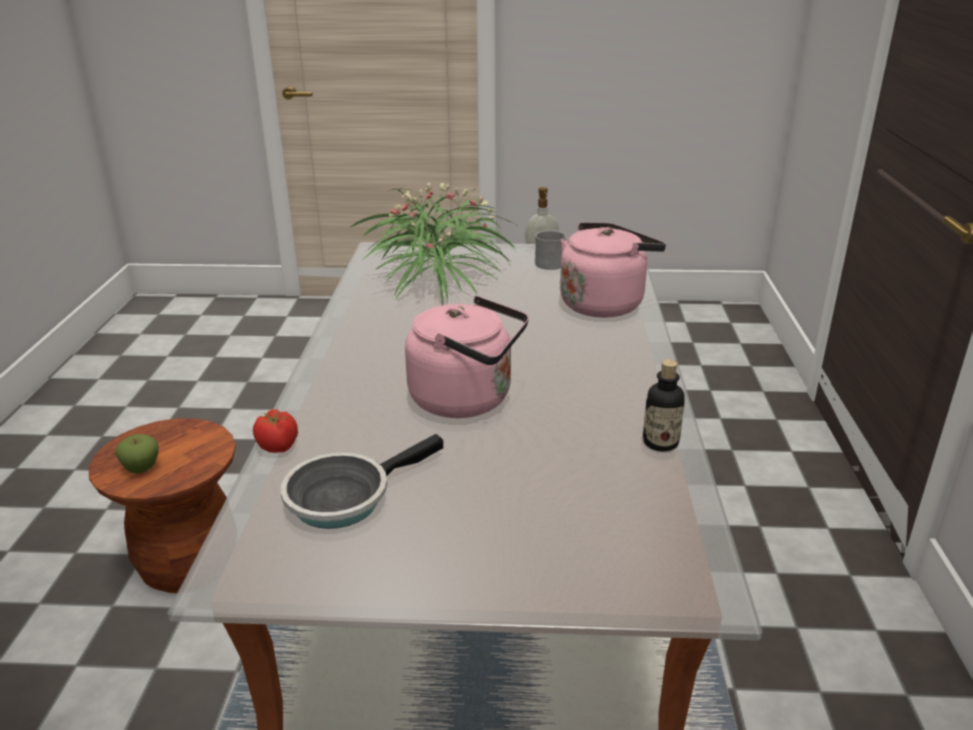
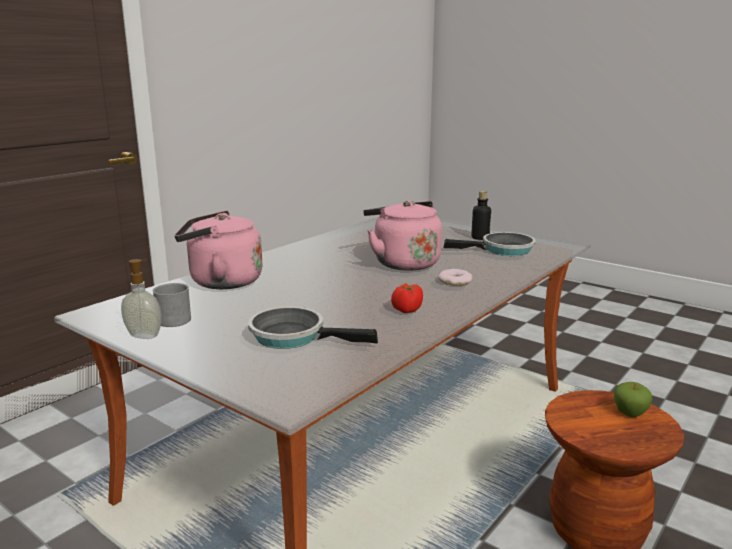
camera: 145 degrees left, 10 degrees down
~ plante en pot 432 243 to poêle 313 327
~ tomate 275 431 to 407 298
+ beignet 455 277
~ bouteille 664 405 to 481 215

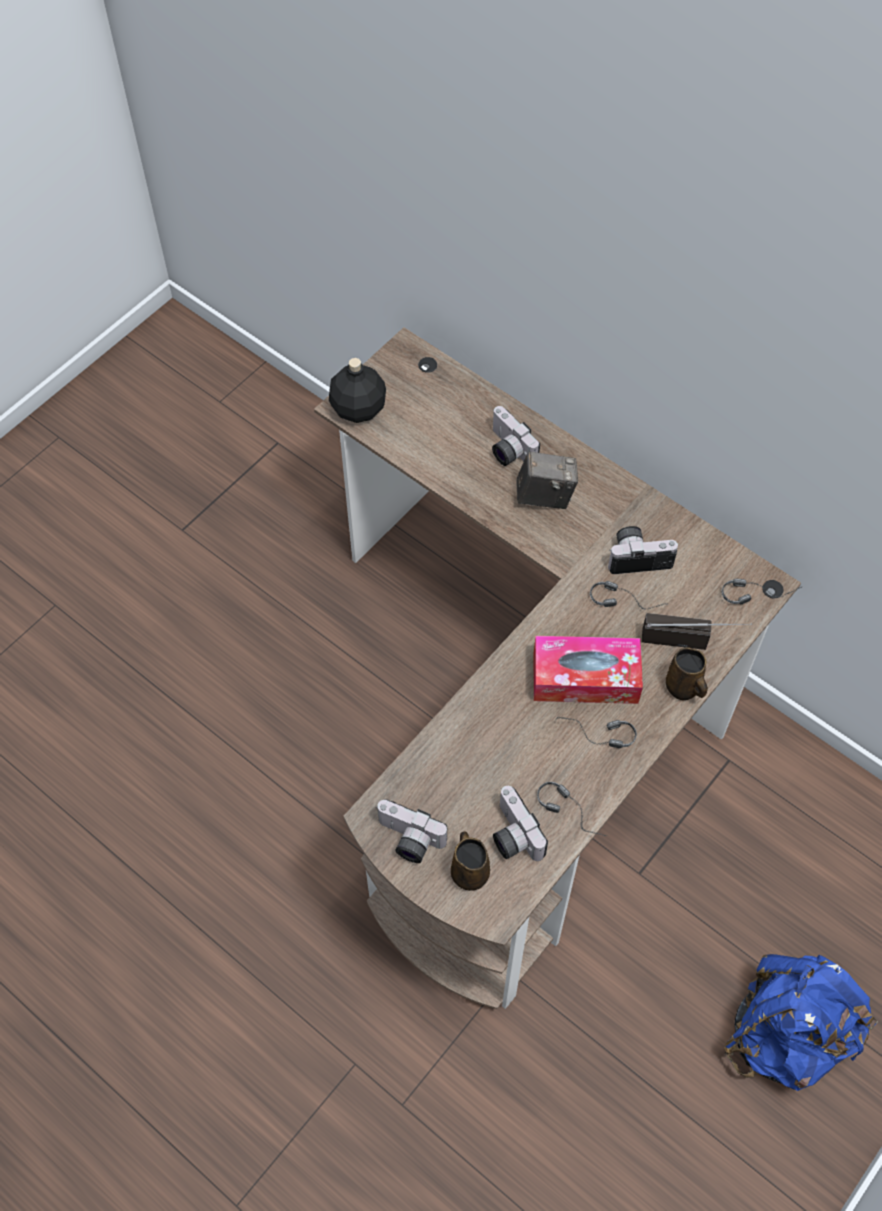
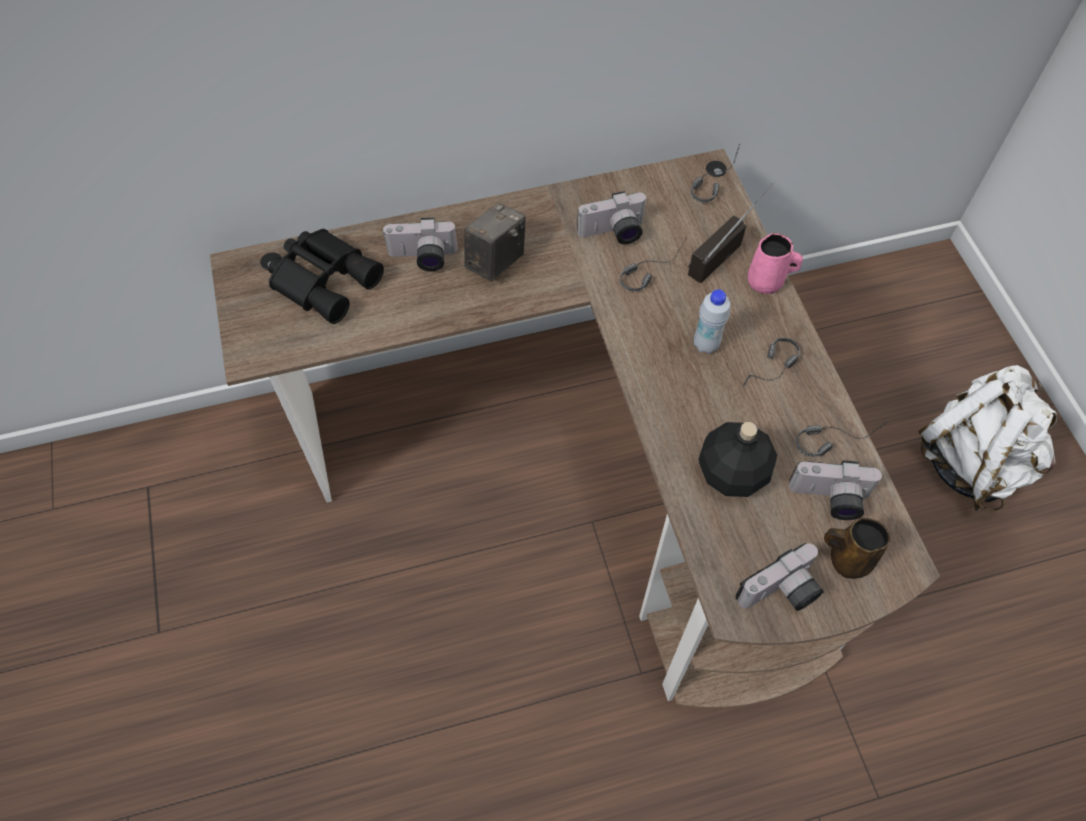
camera: 55 degrees left, 0 degrees up
+ jumelles (noir) 326 276
~ appareil photo 643 550 = 612 217 135 degrees counterclockwise
~ boîte à mouchoirs 588 670 to bouteille (blanc) 712 321
~ bouteille (noir) 357 390 to 737 459
~ mug (marron) 687 673 to mug (rose) 775 263
~ sac à dos (bleu) 801 1022 to sac à dos (blanc) 987 438

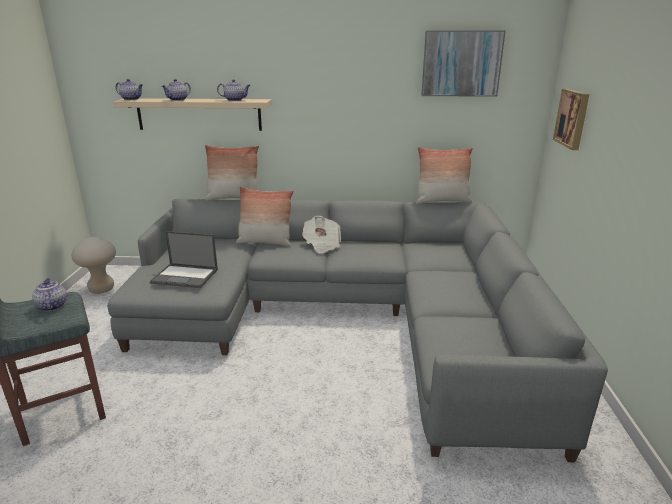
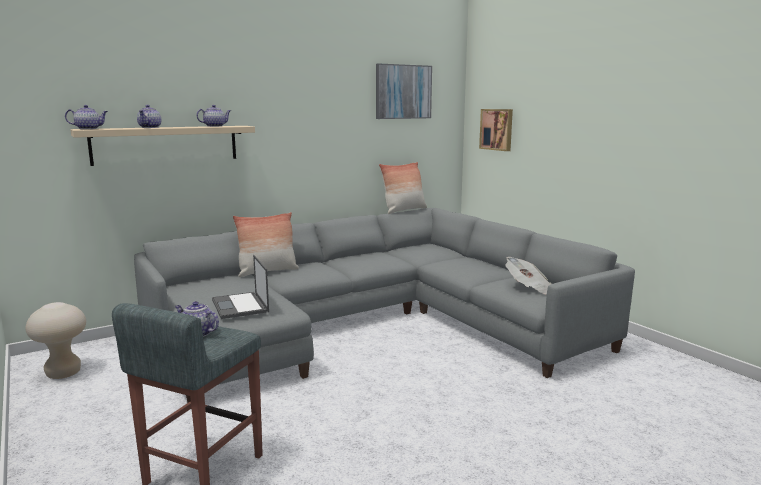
camera: 35 degrees left, 10 degrees down
~ ordinateur portable 184 259 = 240 287 90 degrees clockwise
~ journal 321 234 to 528 276
- coussin 232 173

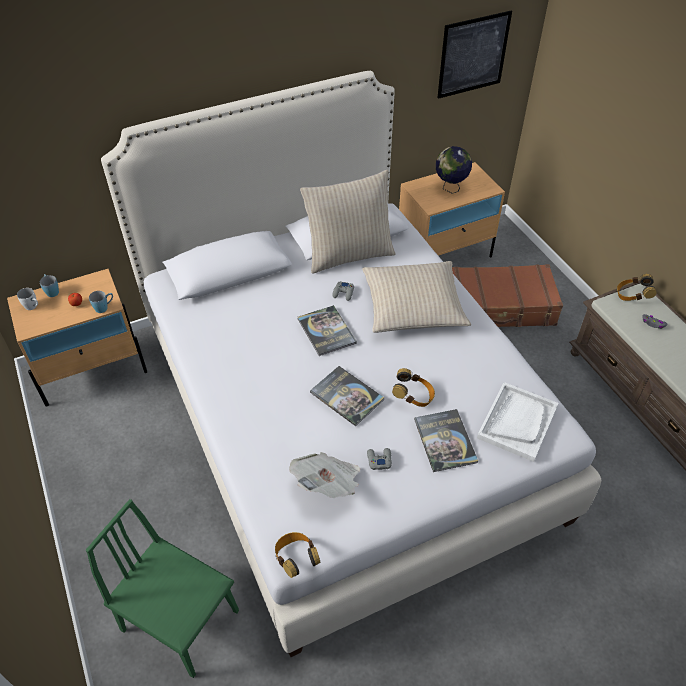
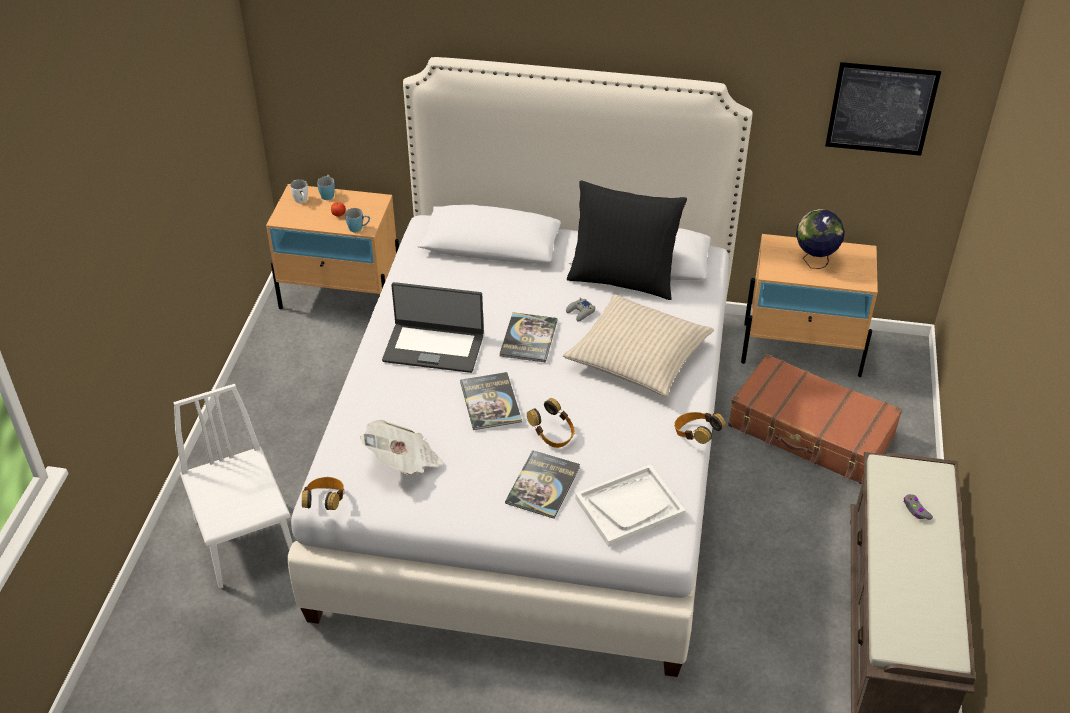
camera: 35 degrees right, 5 degrees down
~ chaise (vert) 162 588 to chaise (blanc) 233 486
+ ordinateur portable 433 327
~ coussin (beige) 348 222 to coussin (noir) 627 240
~ casque audio 637 287 to 700 428
- manette (gris) 379 459

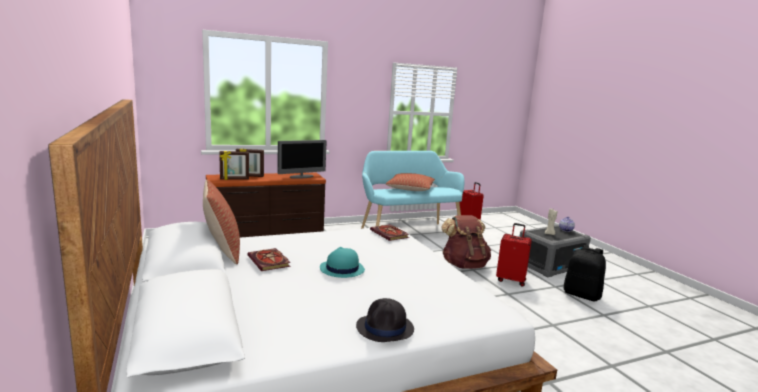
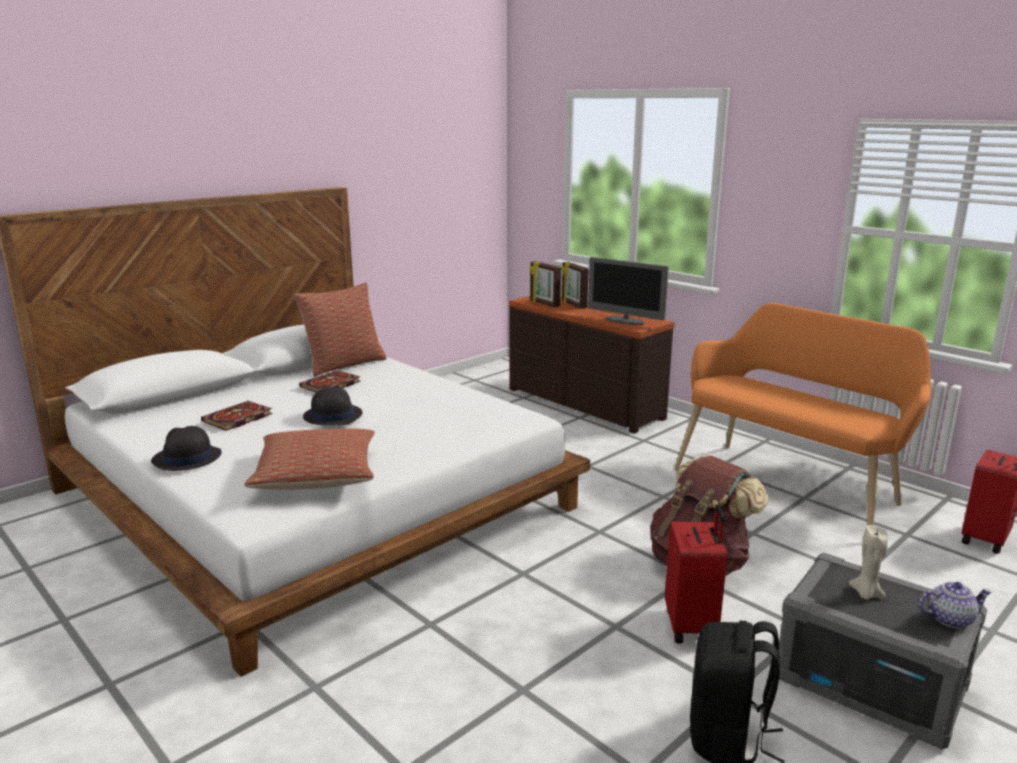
camera: 70 degrees right, 5 degrees up
~ livre 389 232 to 237 416
~ coussin 410 182 to 309 459
~ chapeau (turquoise) 342 262 to chapeau (noir) 332 406
~ banc (turquoise) 412 190 to banc (orange) 802 414

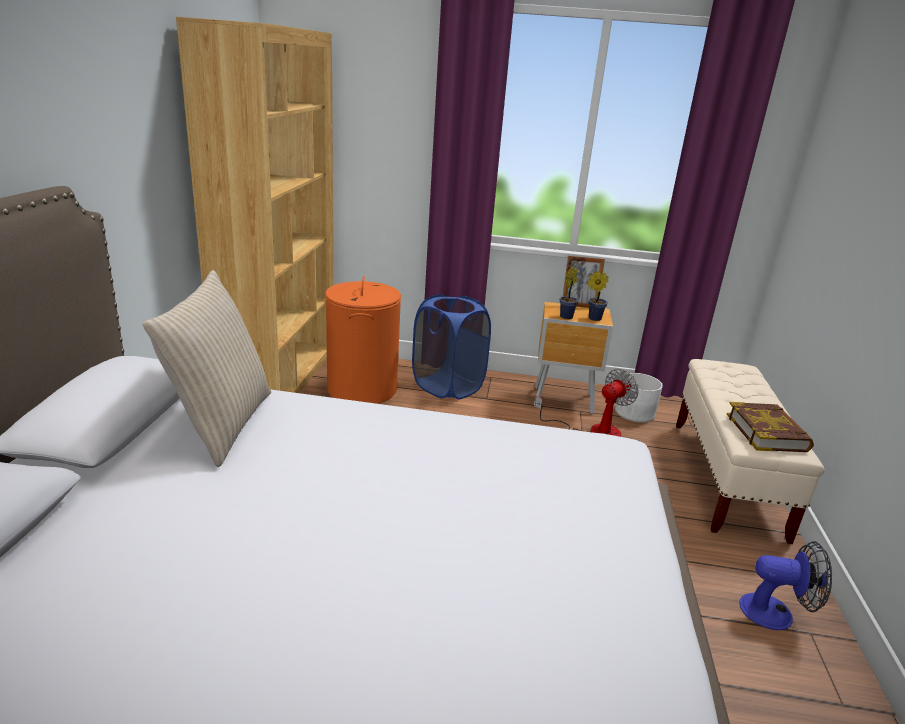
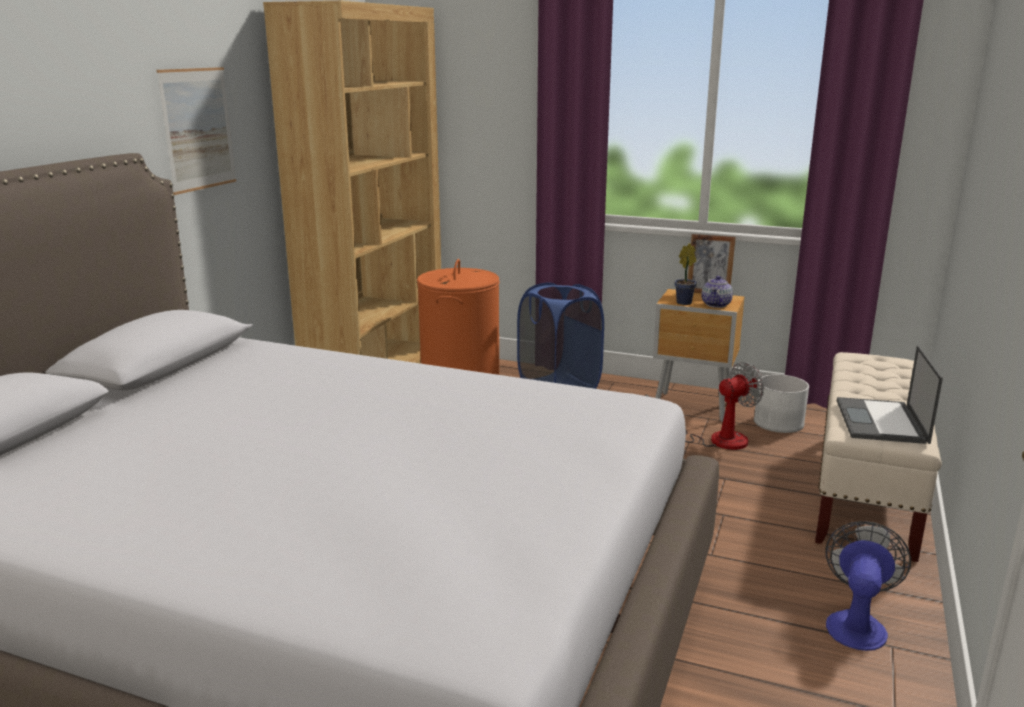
camera: 15 degrees right, 5 degrees down
+ tableau 196 131
~ plante en pot 598 296 to théière 717 292
~ ventilateur 785 585 = 868 586 90 degrees counterclockwise
~ livre 770 427 to ordinateur portable 890 394
- coussin (beige) 207 368

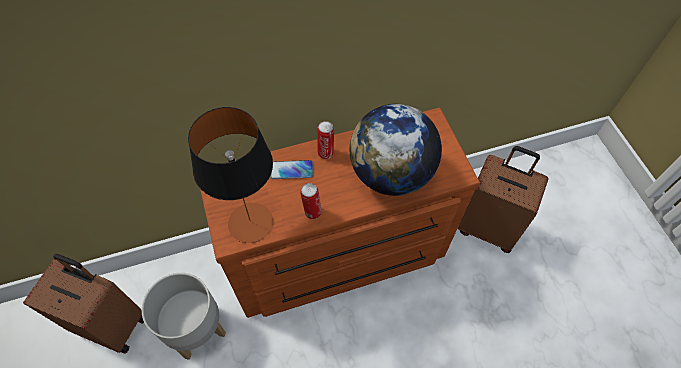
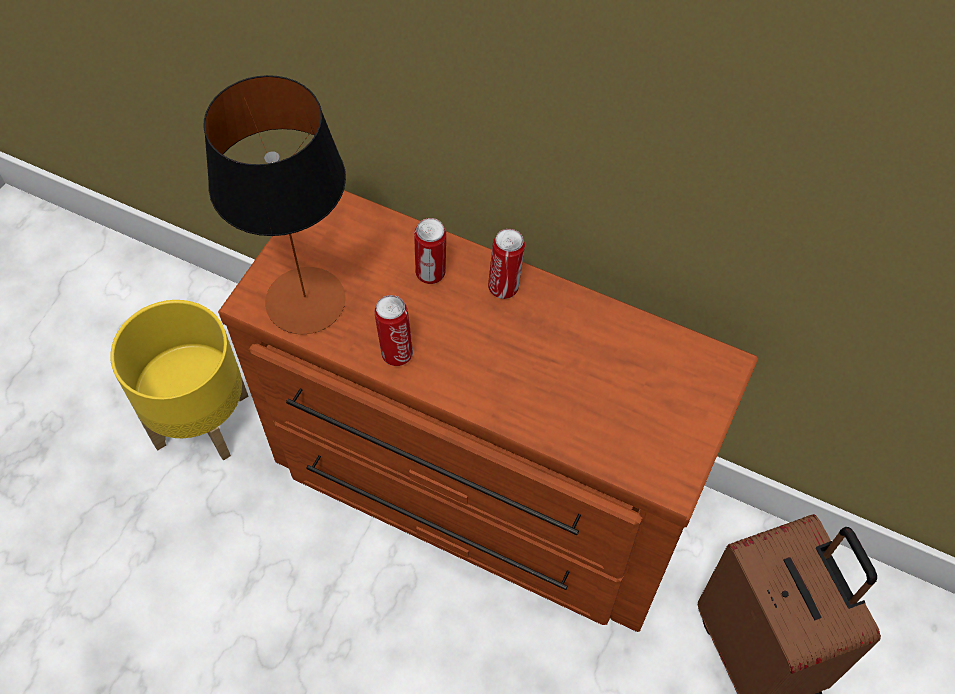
camera: 45 degrees right, 0 degrees up
~ cache-pot (gris) 184 316 to cache-pot (jaune) 179 380
~ téléphone 291 169 to boîte métallique 430 251
- valise (marron) 83 304
- globe 396 150

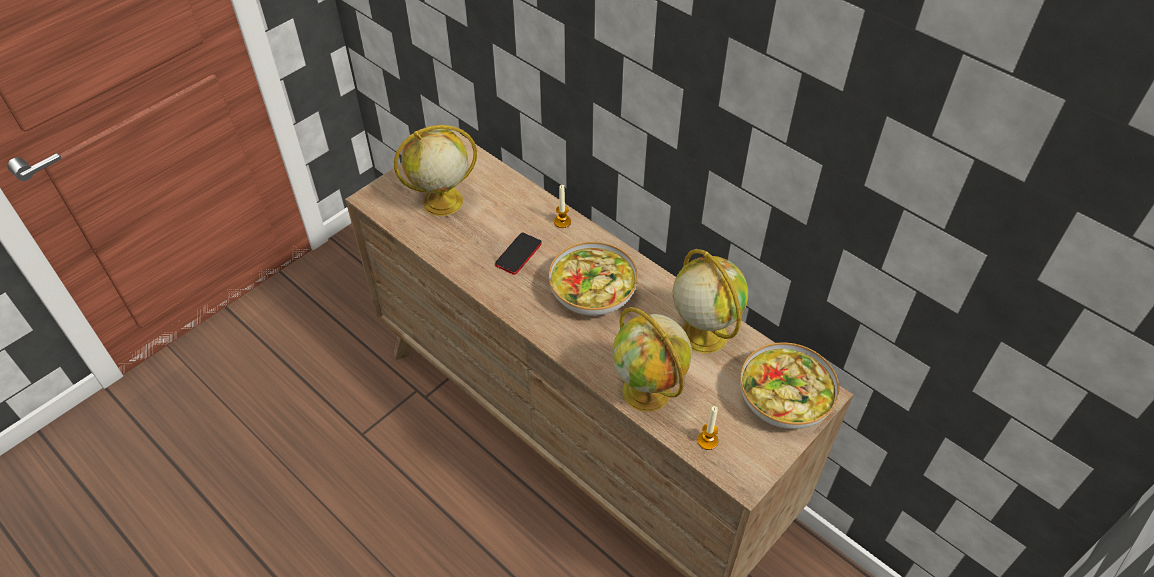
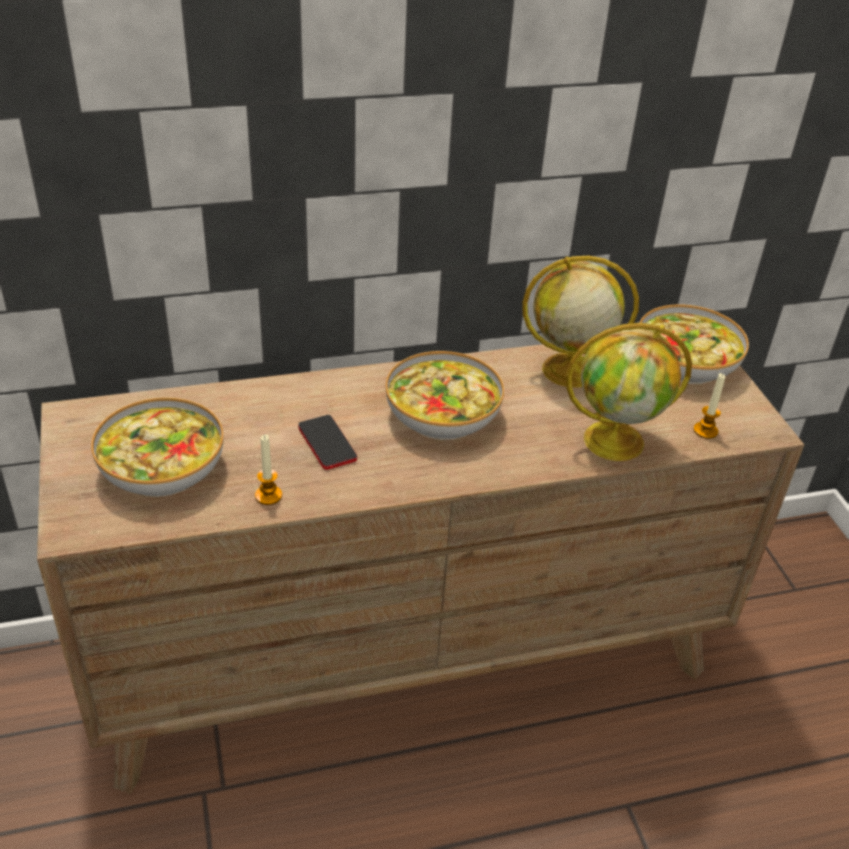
camera: 60 degrees left, 10 degrees down
~ globe 435 170 to bol 157 447
~ bougie 562 206 to 268 469

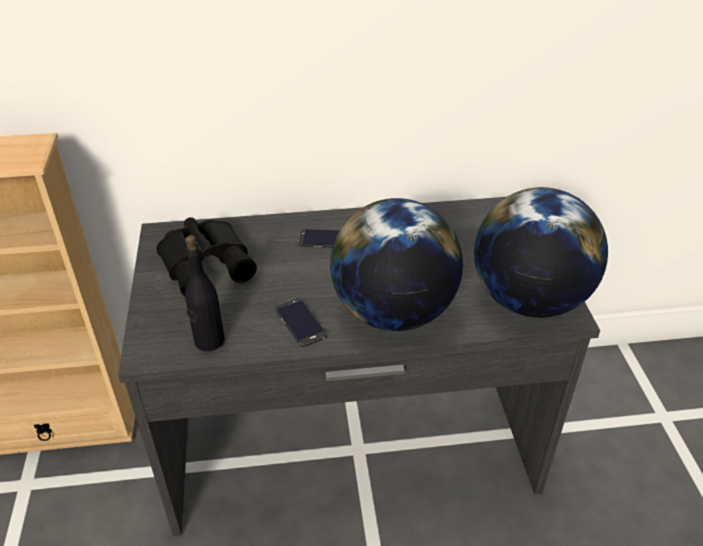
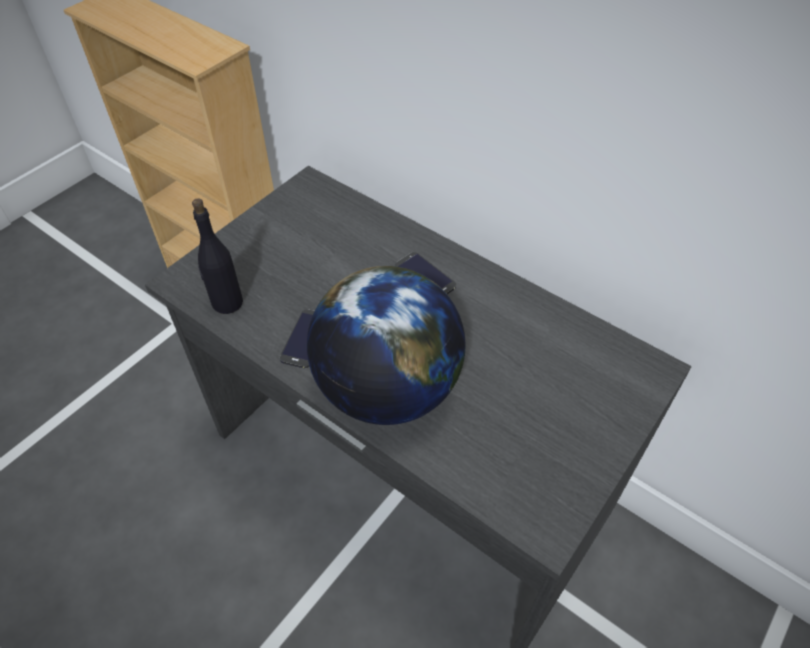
camera: 45 degrees right, 10 degrees up
- jumelles (noir) 206 256
- globe 541 252

